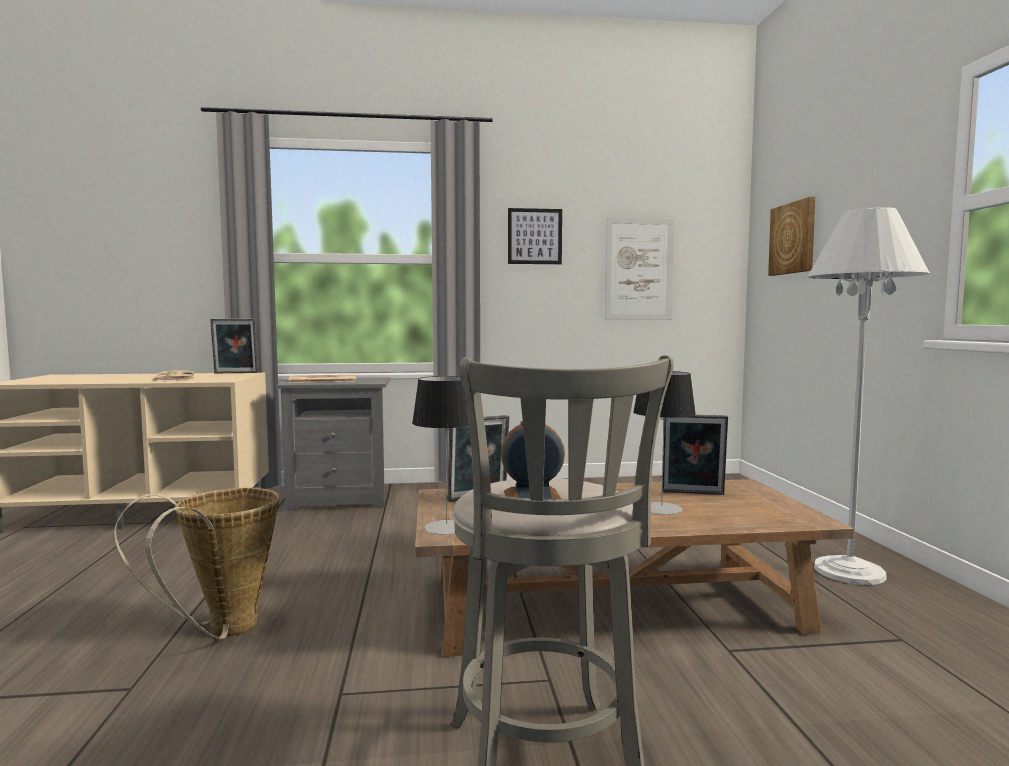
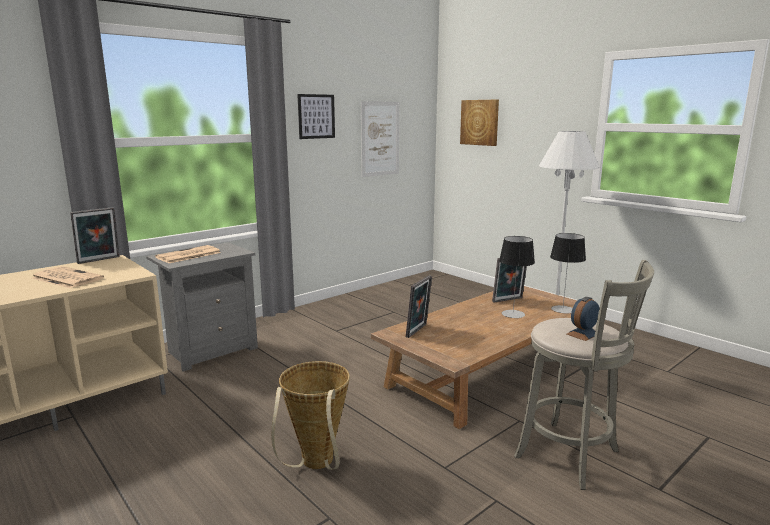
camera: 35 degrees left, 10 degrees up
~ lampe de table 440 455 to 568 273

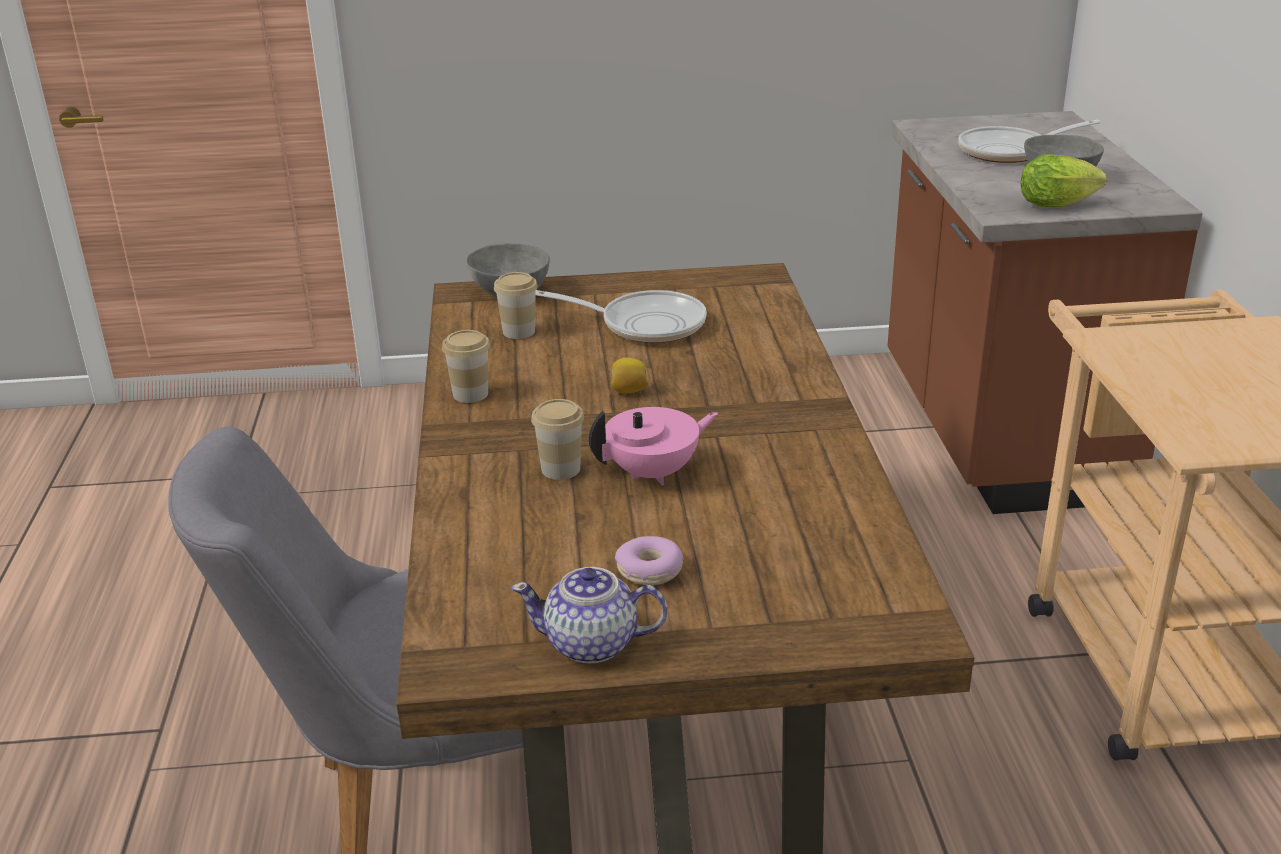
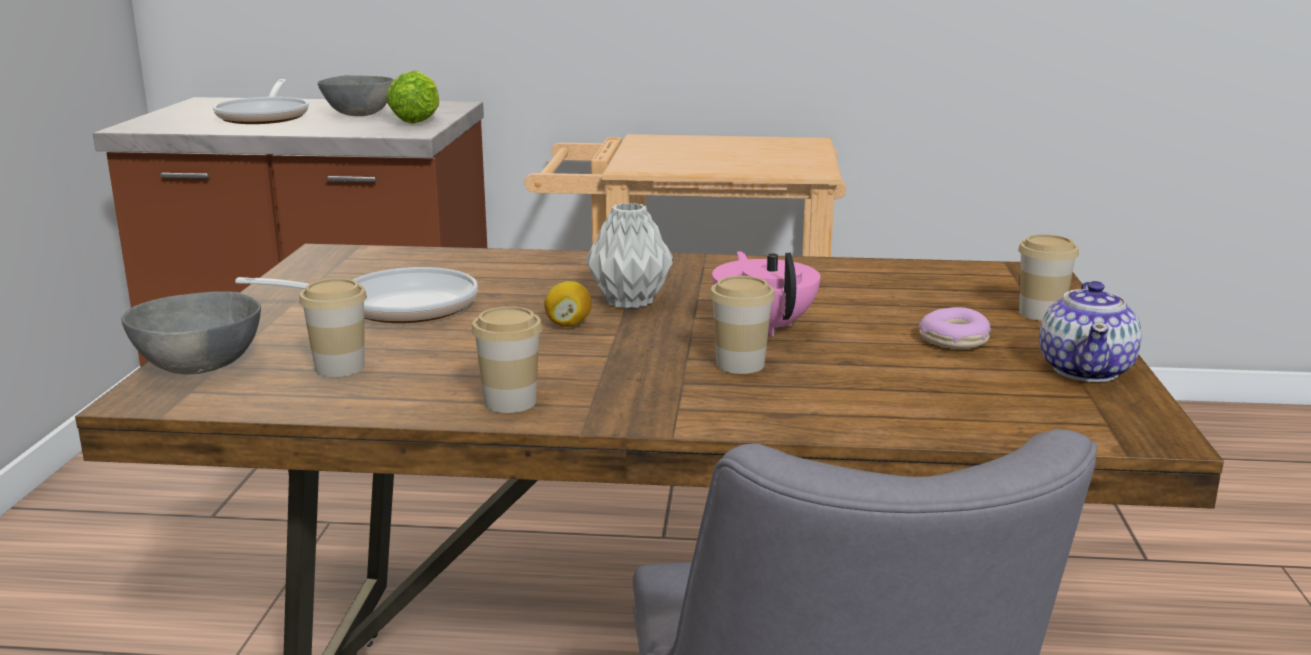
camera: 80 degrees left, 10 degrees down
~ poêle 621 316 = 356 295 60 degrees clockwise
+ vase (gris) 629 256
+ tasse 1048 277

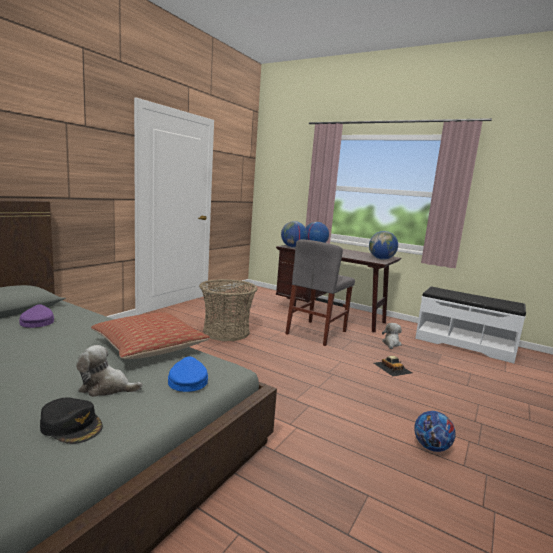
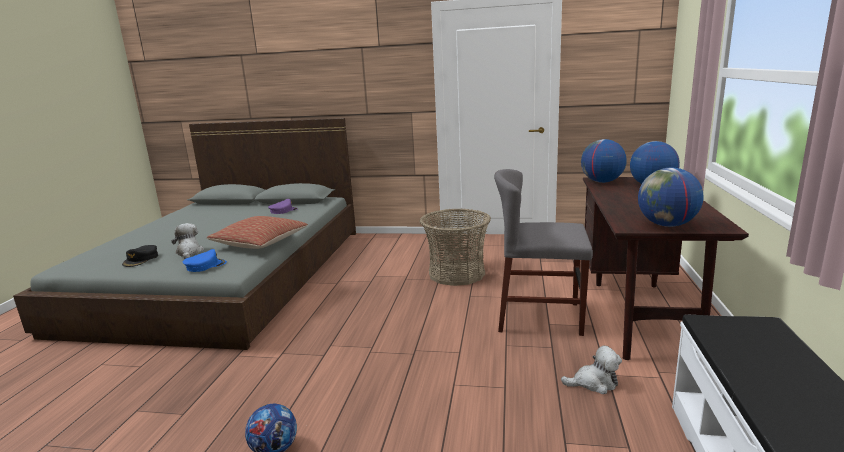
camera: 70 degrees right, 5 degrees up
- petite voiture 393 366

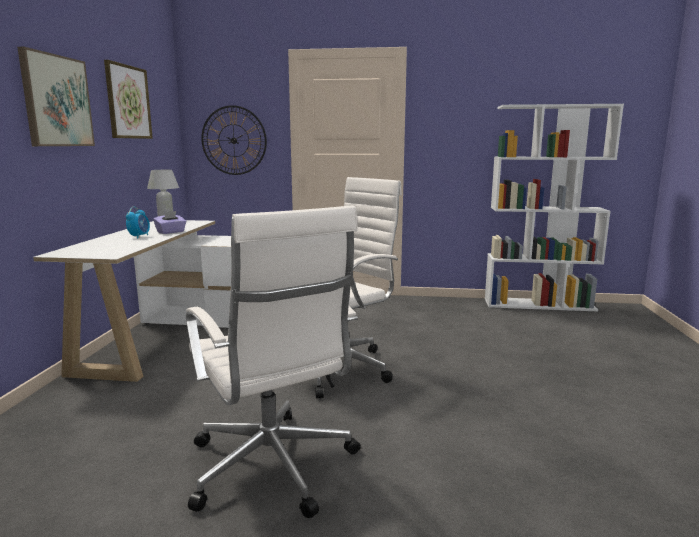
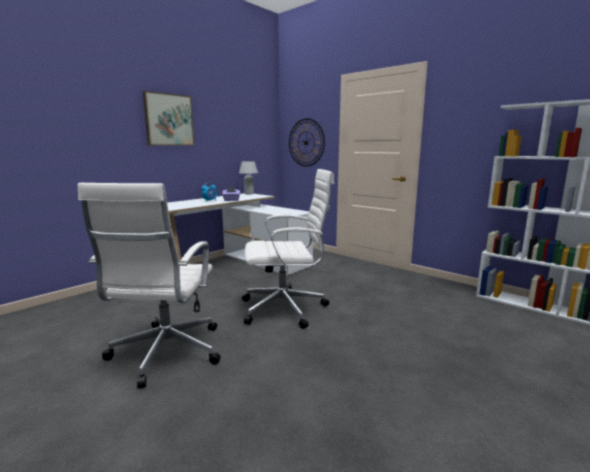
camera: 35 degrees right, 0 degrees up
- tableau 128 99

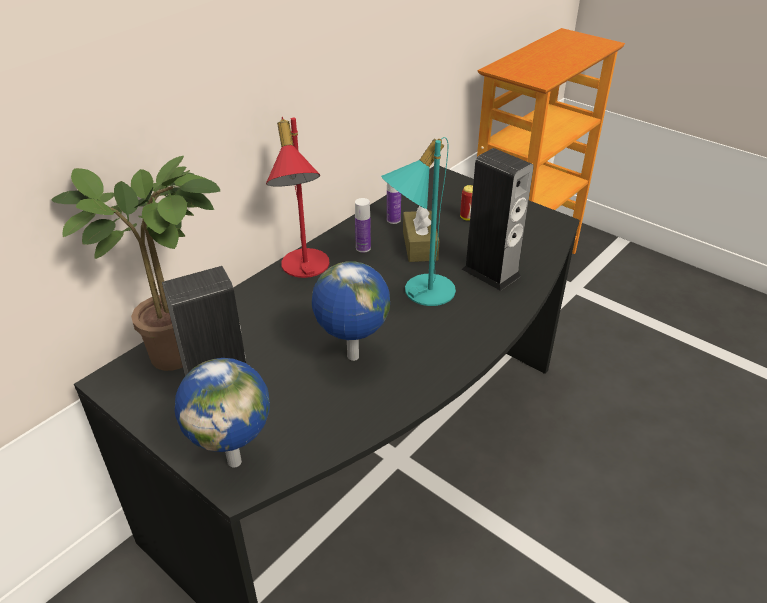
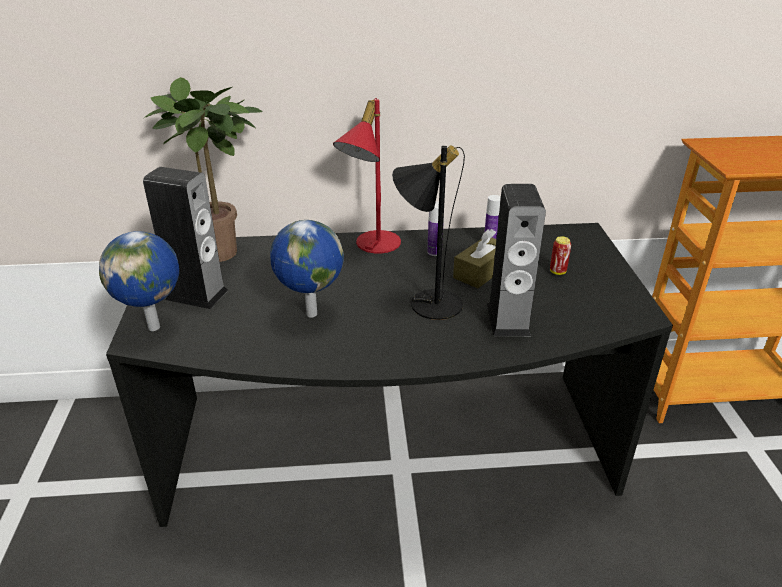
camera: 45 degrees right, 5 degrees down
~ lampe de table (turquoise) 418 221 to lampe de table (noir) 428 232

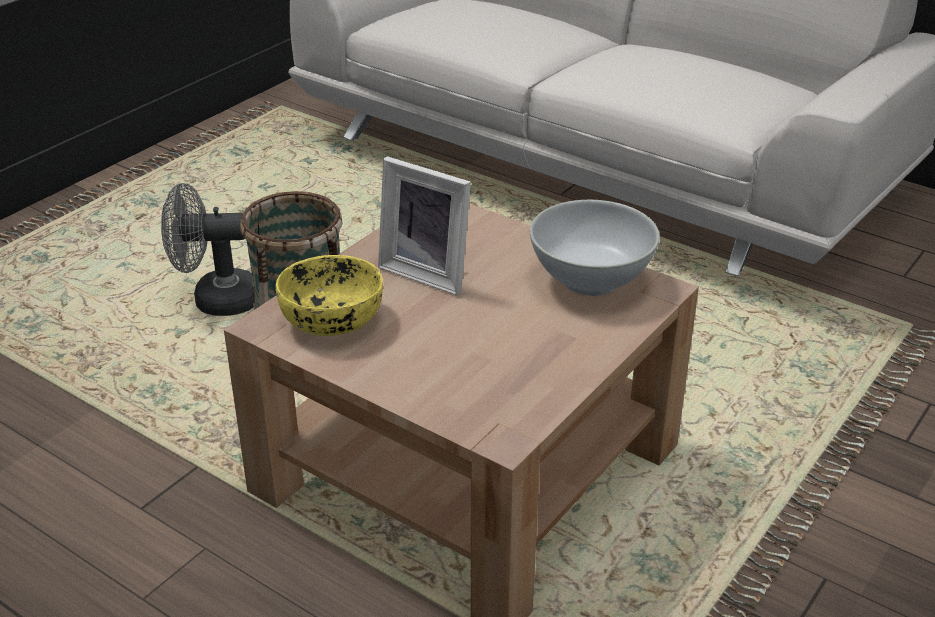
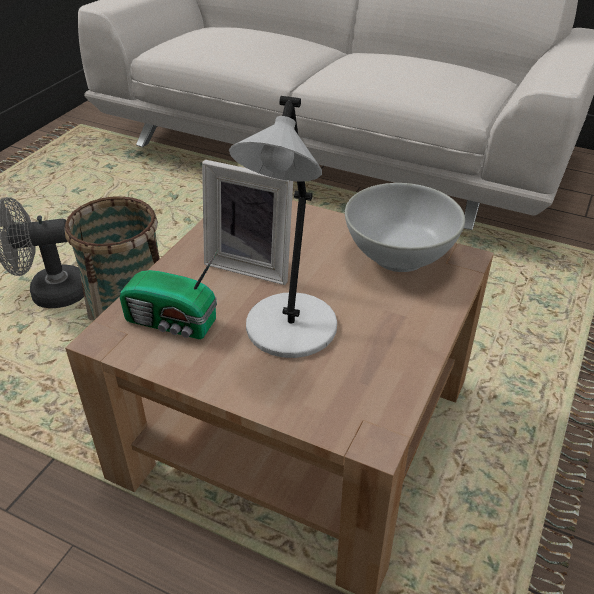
camera: 10 degrees left, 5 degrees up
~ bol (jaune) 329 295 to radio 169 294
+ lampe de table (gris) 283 227

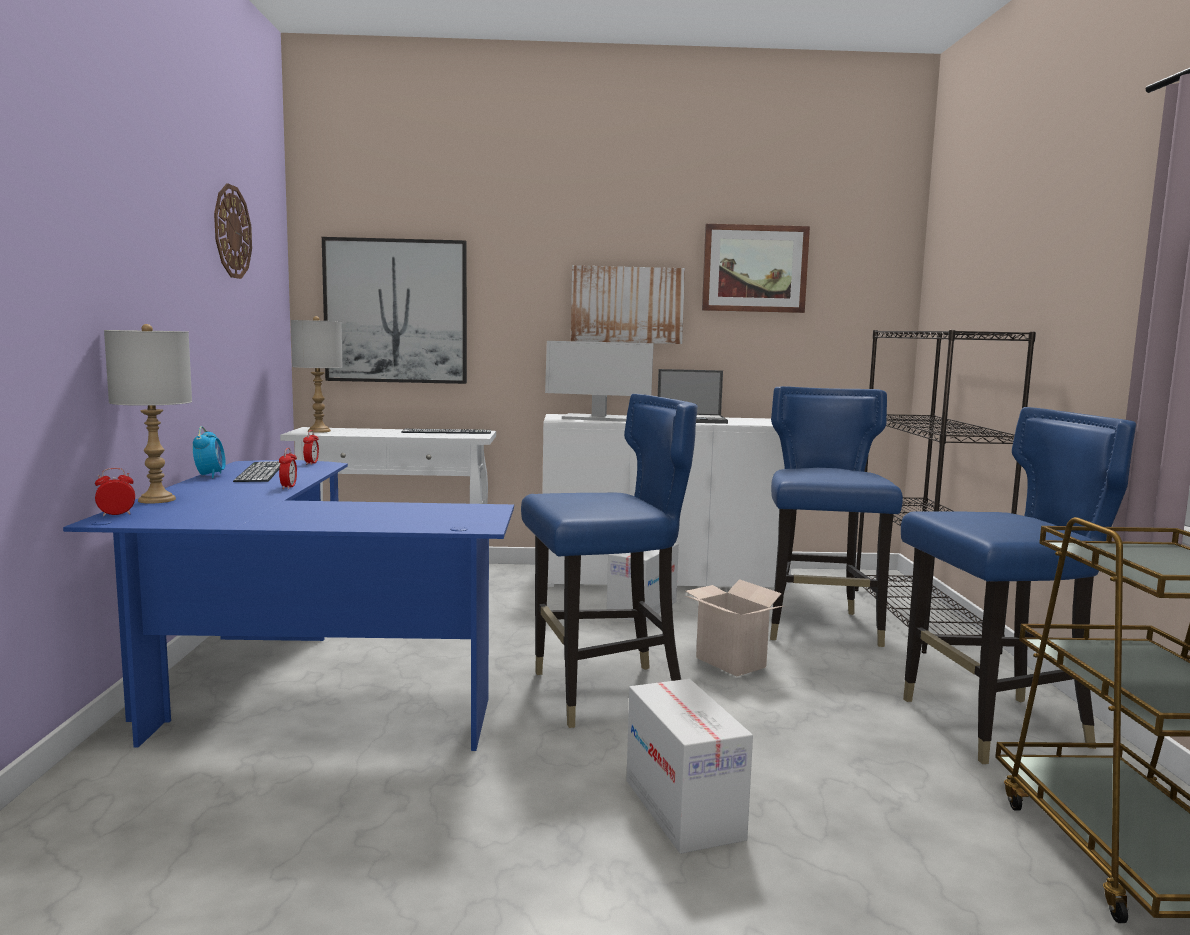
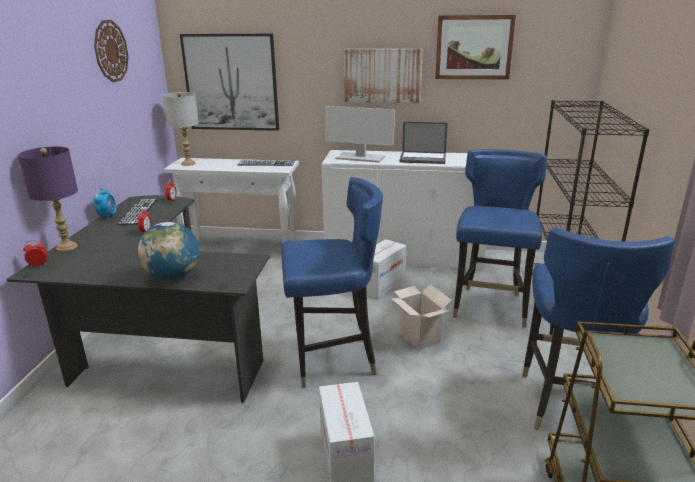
camera: 10 degrees right, 15 degrees up
~ bureau (bleu) 288 605 to bureau (noir) 138 299
~ lampe de table (gris) 148 413 to lampe de table (violet) 48 199
+ globe 168 251
~ chaise (bleu) 1018 585 = 598 329 105 degrees clockwise

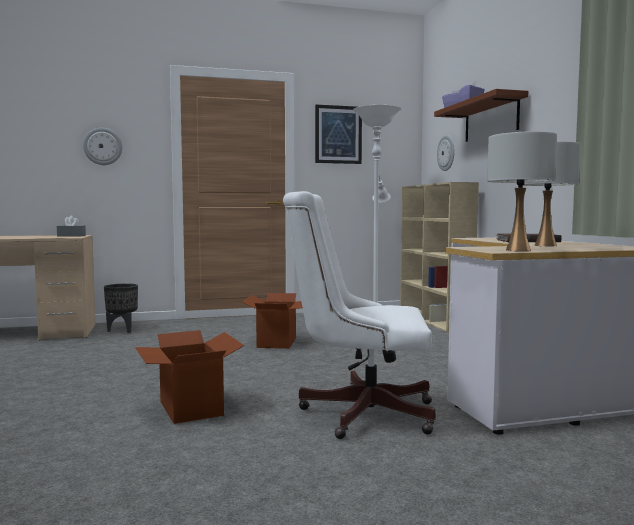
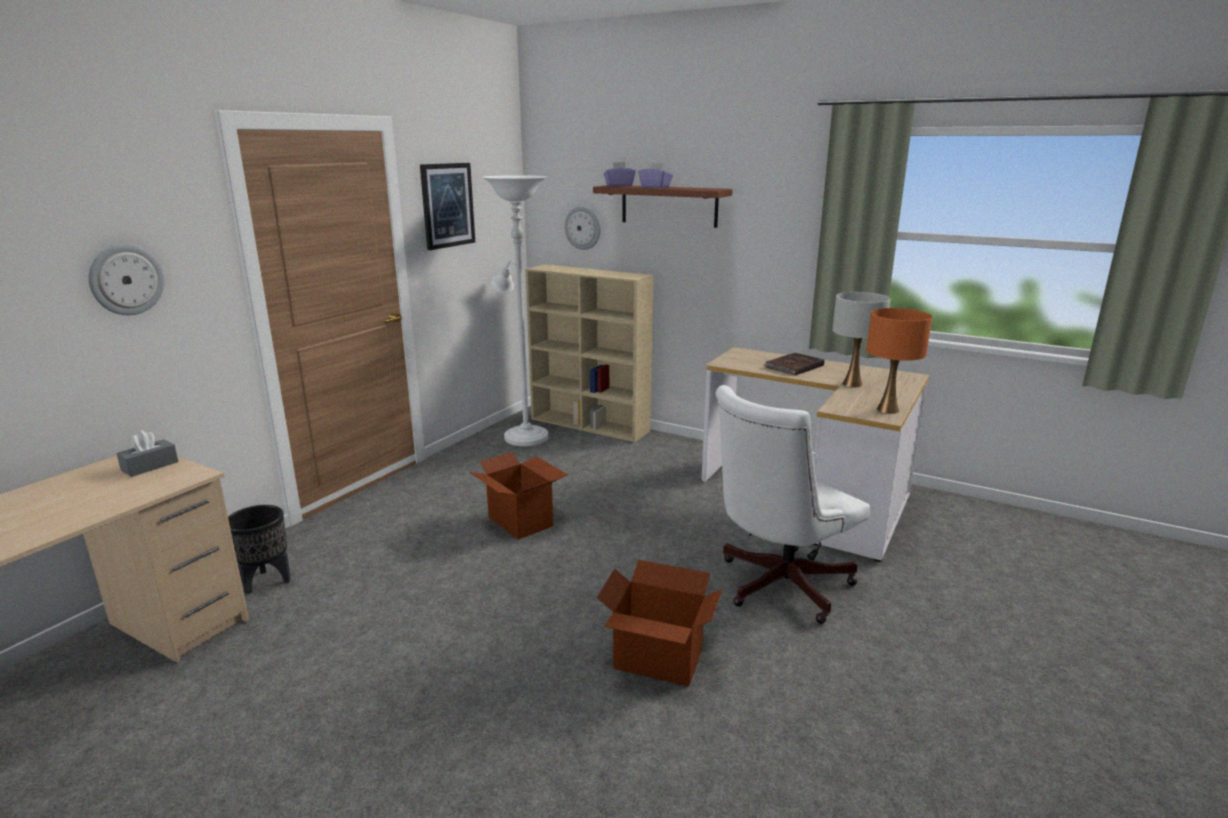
camera: 45 degrees left, 15 degrees up
~ lampe de table (blanc) 522 191 to lampe de table (orange) 899 361

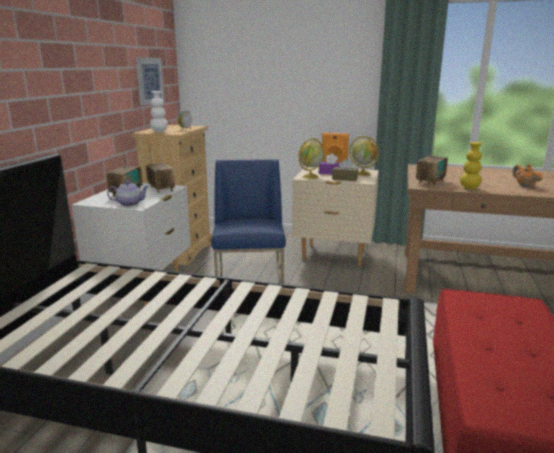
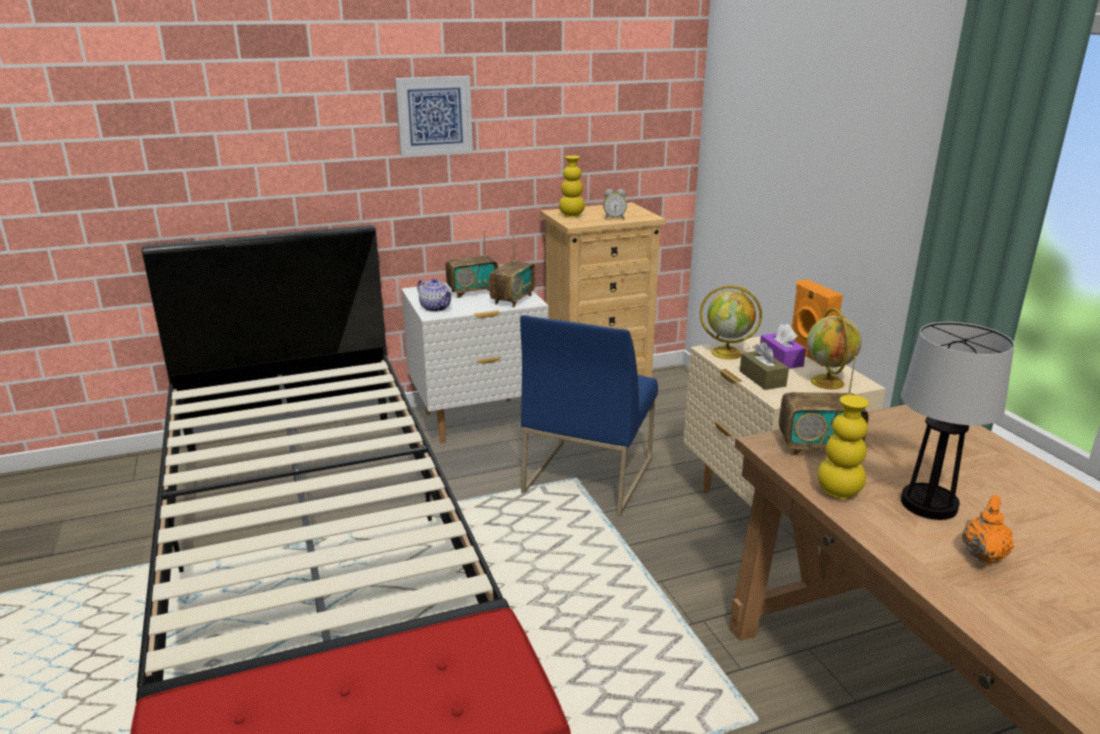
camera: 55 degrees right, 5 degrees up
~ tableau 150 81 to 434 116
~ chaise (bleu) 248 221 = 589 415 150 degrees clockwise
~ vase (blanc) 159 111 to vase (jaune) 572 186
+ lampe de table 957 421

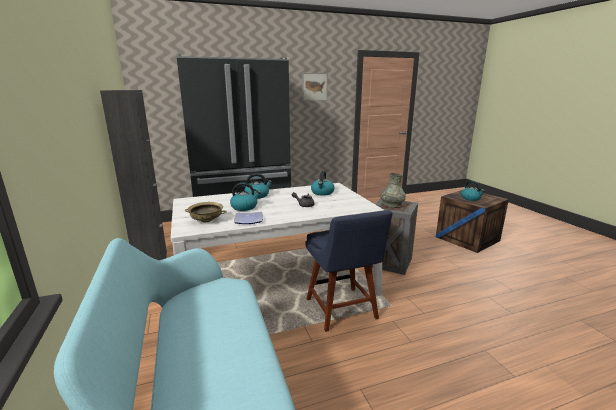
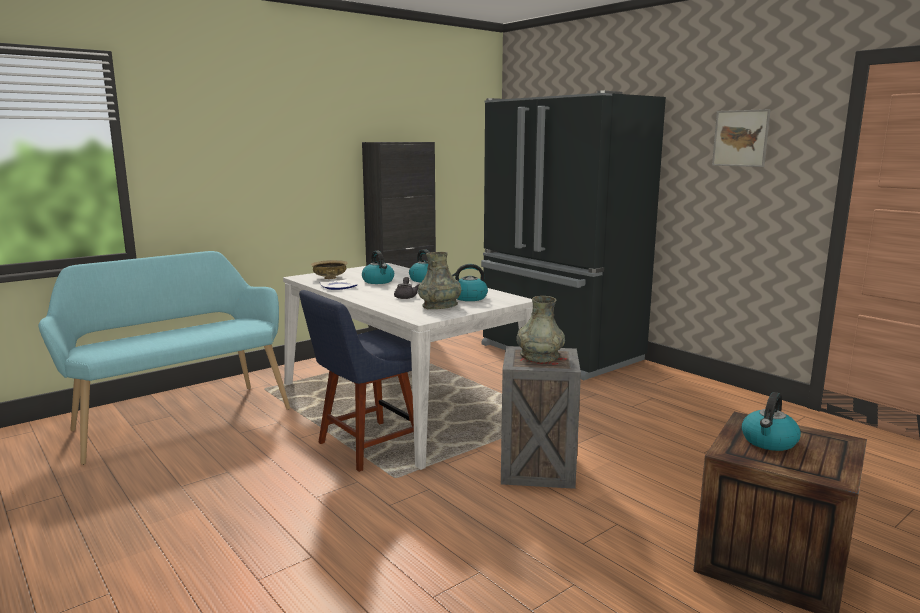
camera: 70 degrees right, 5 degrees down
+ vase (gris) 439 280

